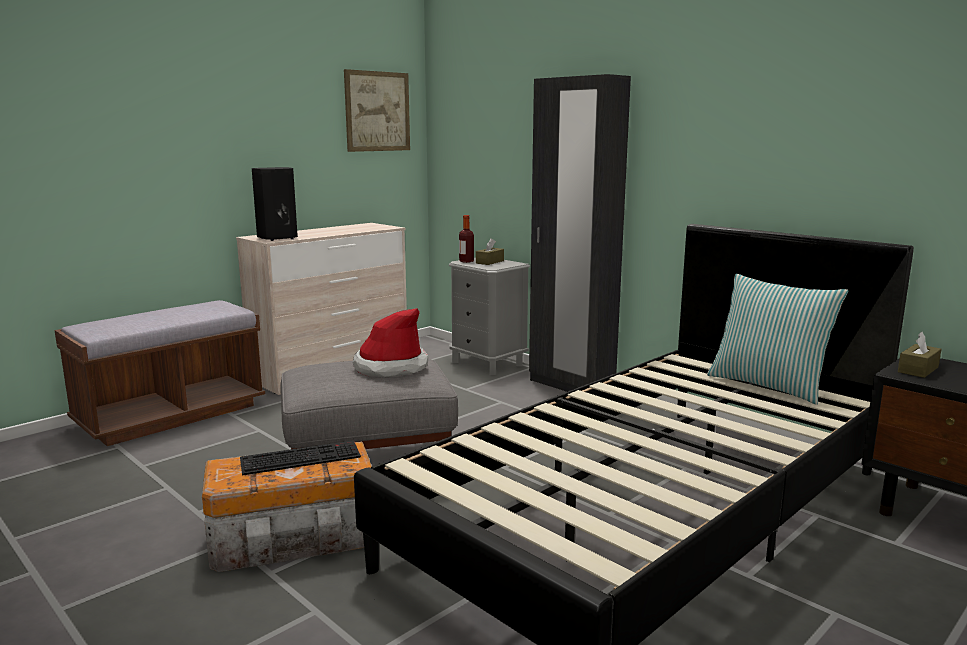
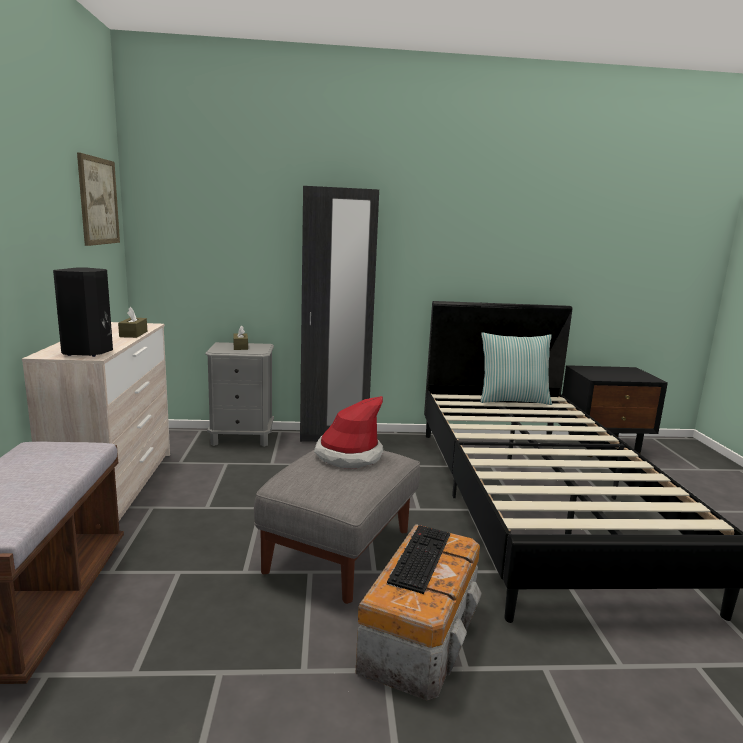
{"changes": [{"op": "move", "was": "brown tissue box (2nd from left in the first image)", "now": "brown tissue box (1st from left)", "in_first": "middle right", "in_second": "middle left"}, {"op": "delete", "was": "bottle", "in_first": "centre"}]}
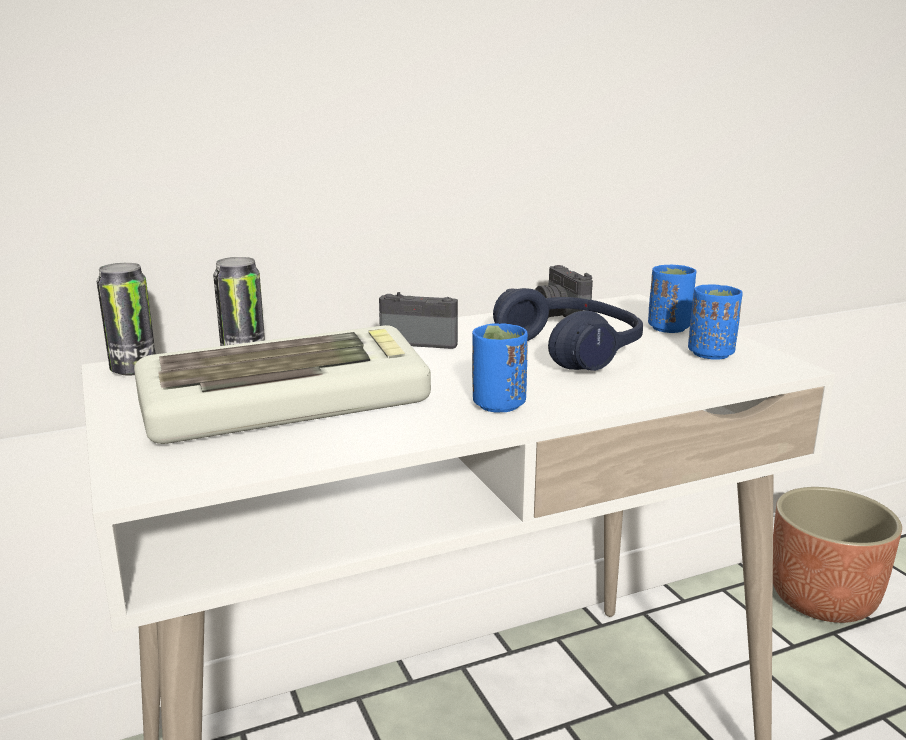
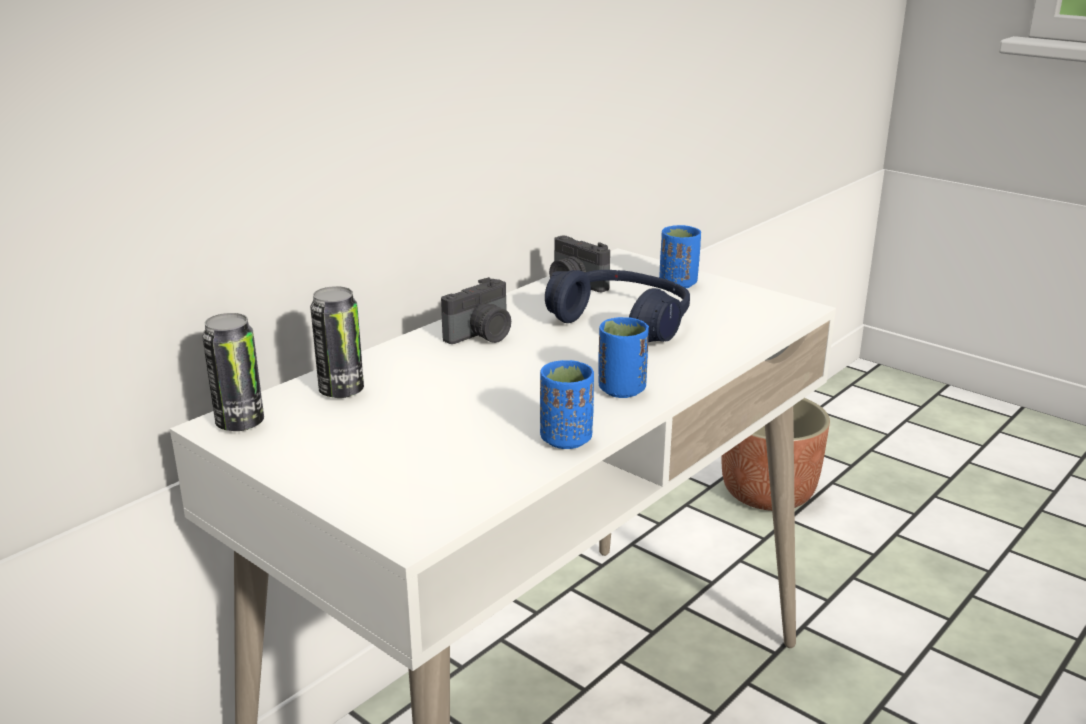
{"changes": [{"op": "rotate", "was": "photo camera (1st from left)", "in_first": "centre", "in_second": "centre", "clockwise": 150}, {"op": "move", "was": "blue cup (3rd from left in the first image)", "now": "blue cup (1st from left)", "in_first": "middle right", "in_second": "centre"}, {"op": "delete", "was": "keyboard", "in_first": "middle left"}]}
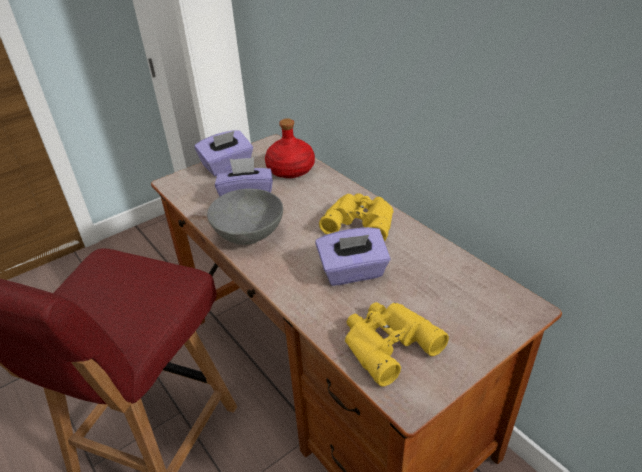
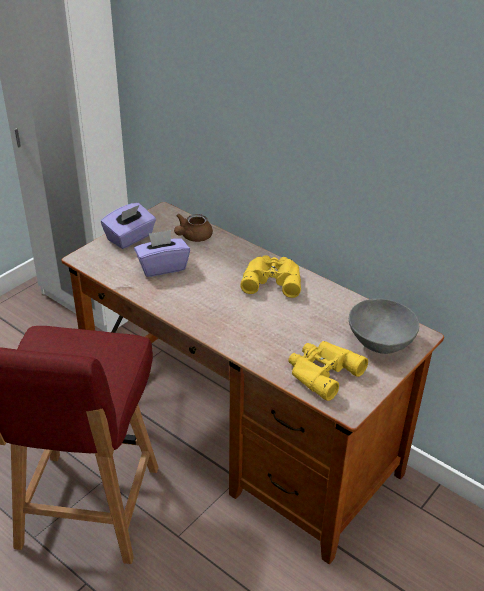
{"changes": [{"op": "replace", "was": "red bottle", "now": "brown teapot", "in_first": "top centre", "in_second": "centre"}, {"op": "move", "was": "grey bowl", "in_first": "centre", "in_second": "middle right"}, {"op": "delete", "was": "purple tissue box (3rd from left)", "in_first": "centre"}]}
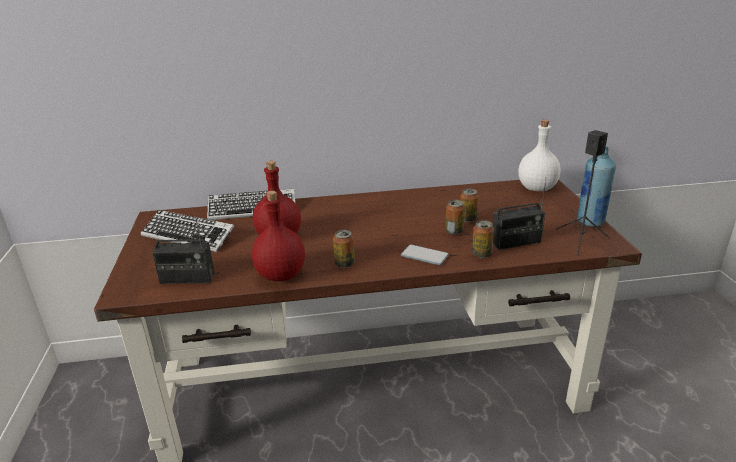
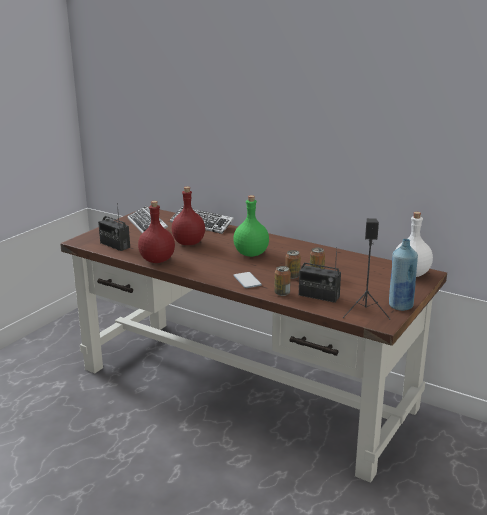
{"changes": [{"op": "insert", "now": "green bottle", "in_second": "centre"}, {"op": "delete", "was": "can (1st from left)", "in_first": "centre"}]}
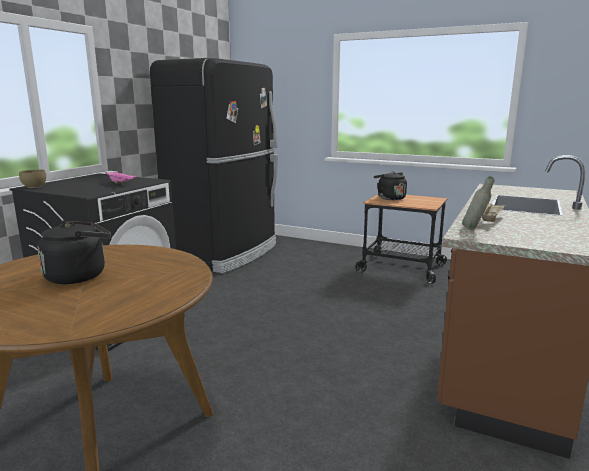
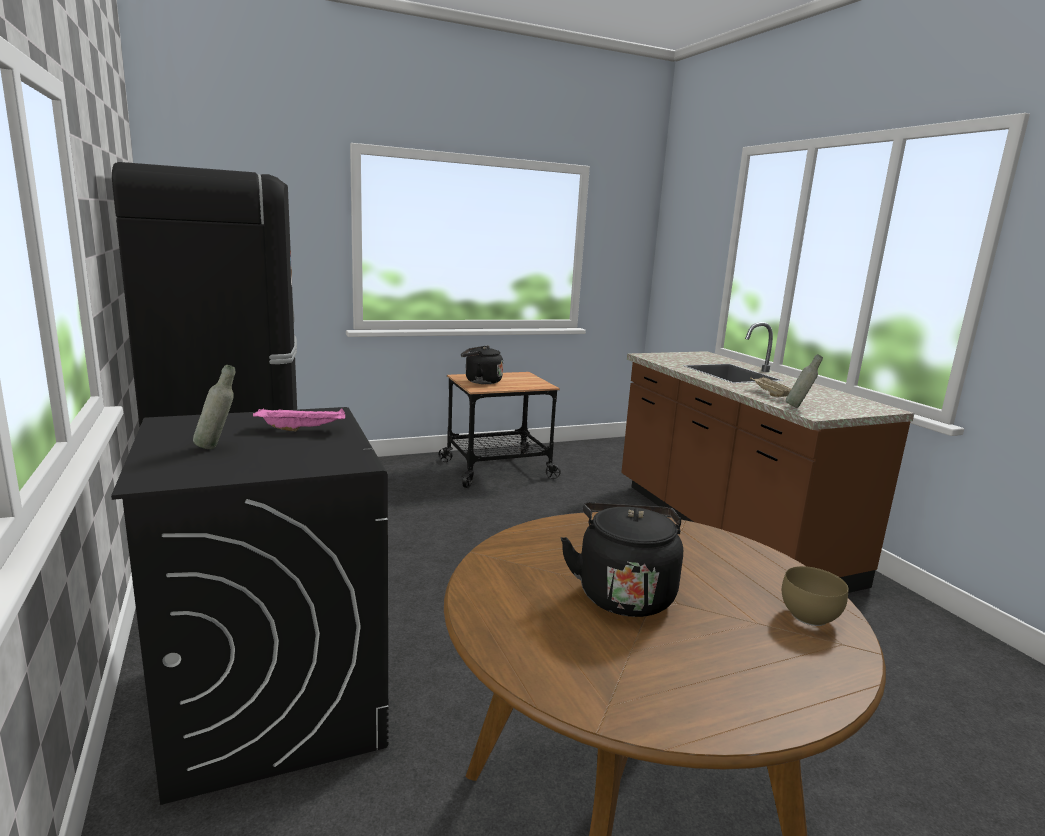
{"changes": [{"op": "insert", "now": "grey bottle (1st from left)", "in_second": "middle left"}, {"op": "move", "was": "brown bowl", "in_first": "middle left", "in_second": "bottom right"}]}
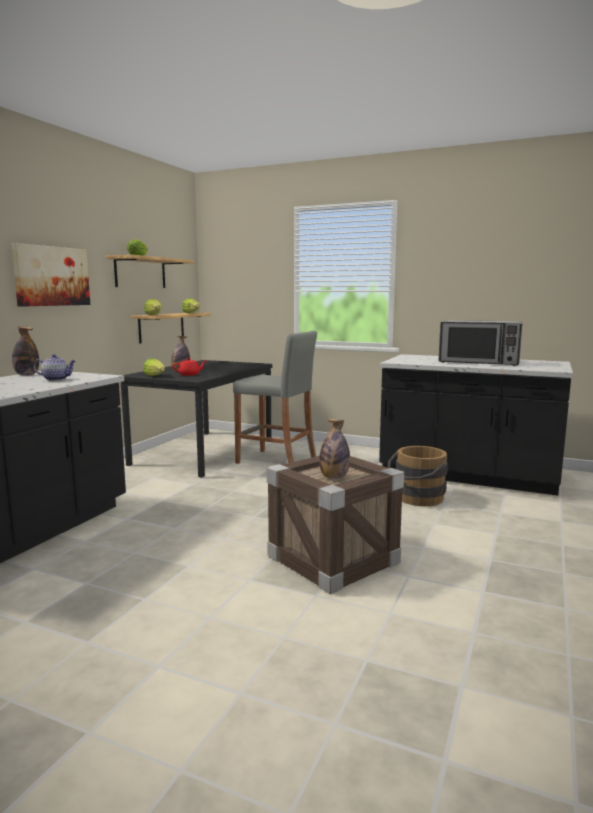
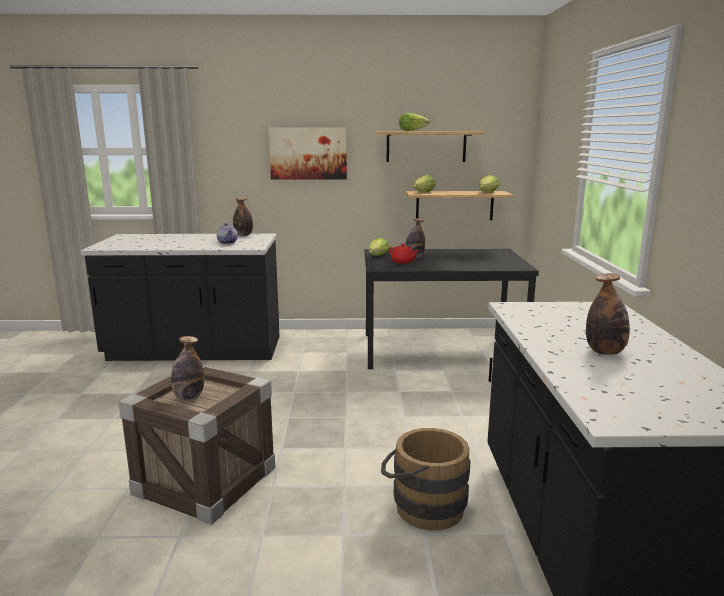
{"changes": [{"op": "replace", "was": "microwave", "now": "bottle (4th from left)", "in_first": "middle right", "in_second": "middle right"}, {"op": "delete", "was": "grey stool", "in_first": "centre"}]}
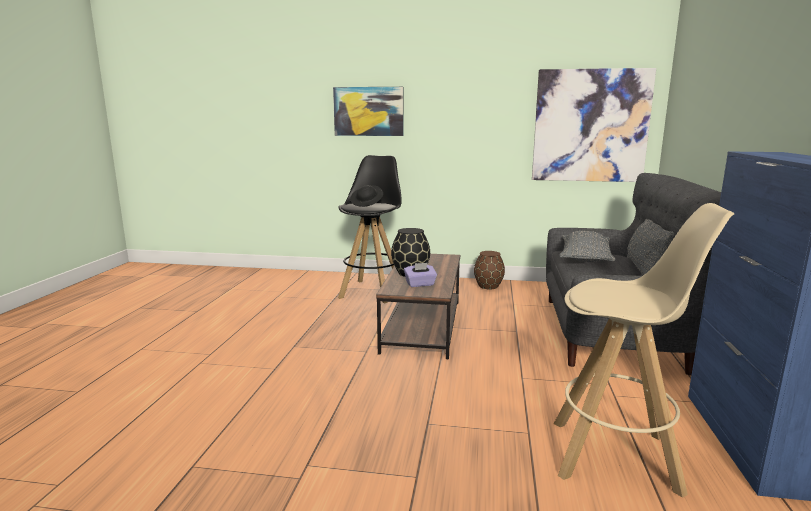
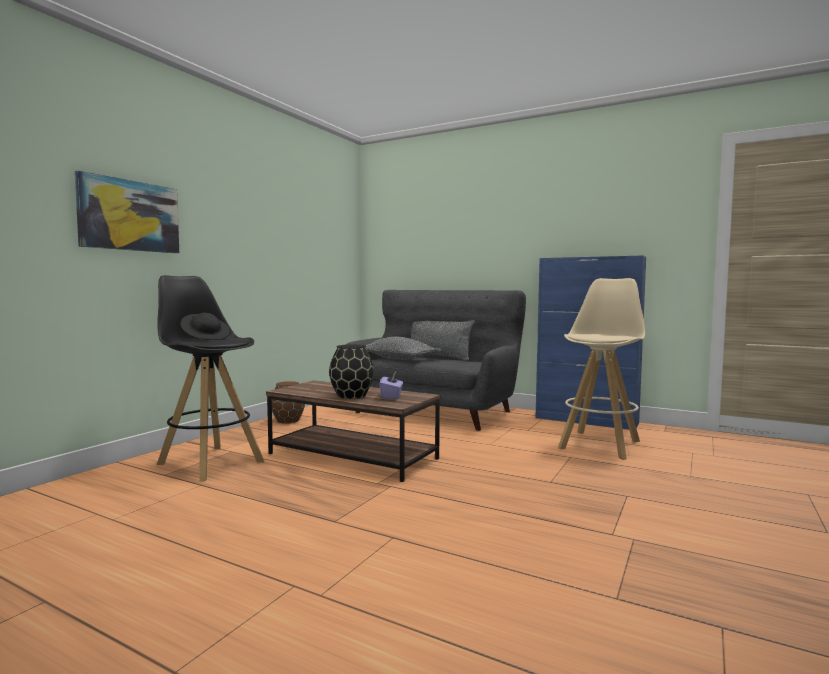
{"changes": [{"op": "delete", "was": "picture (2nd from left)", "in_first": "top right"}]}
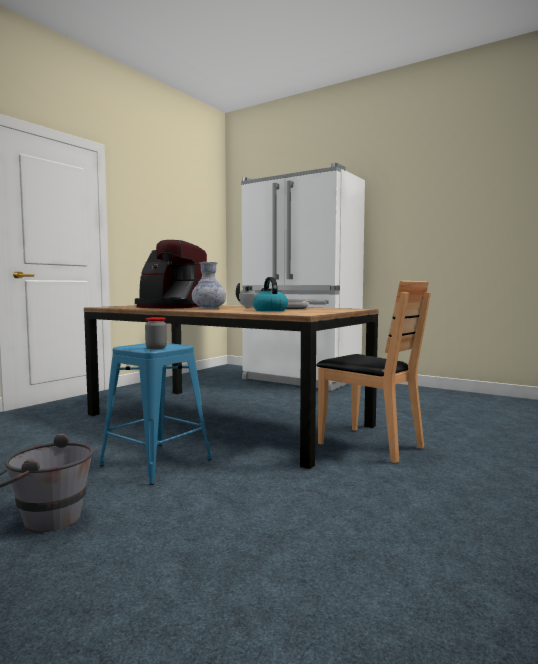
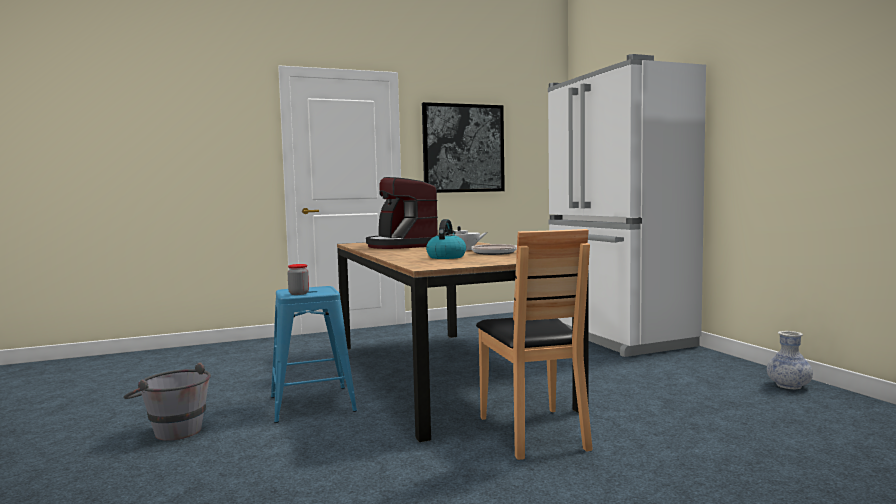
{"changes": [{"op": "insert", "now": "picture", "in_second": "top centre"}, {"op": "move", "was": "vase", "in_first": "centre", "in_second": "bottom right"}]}
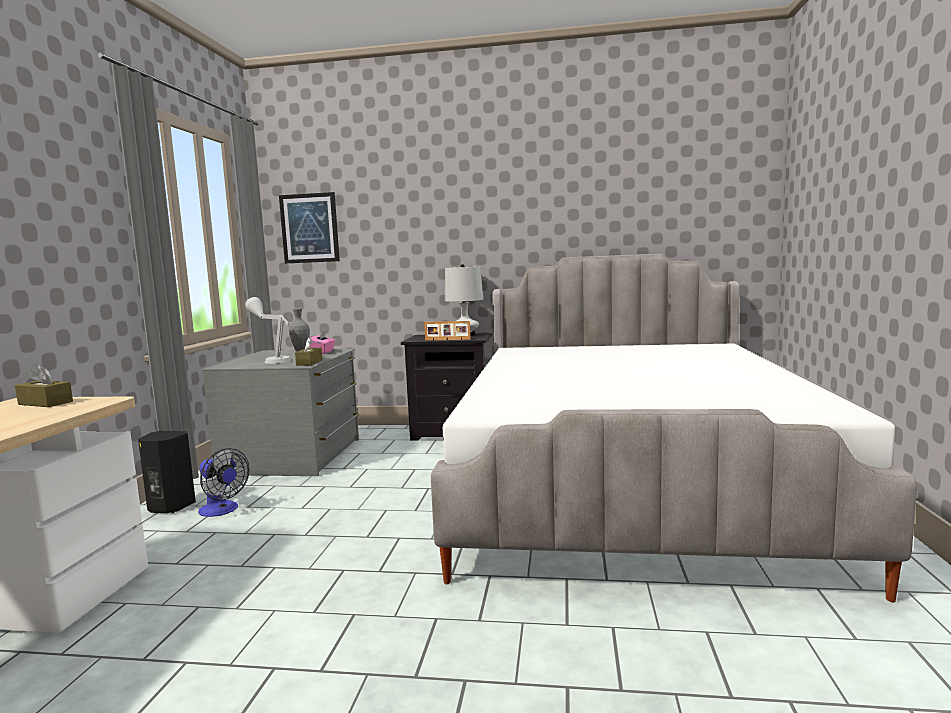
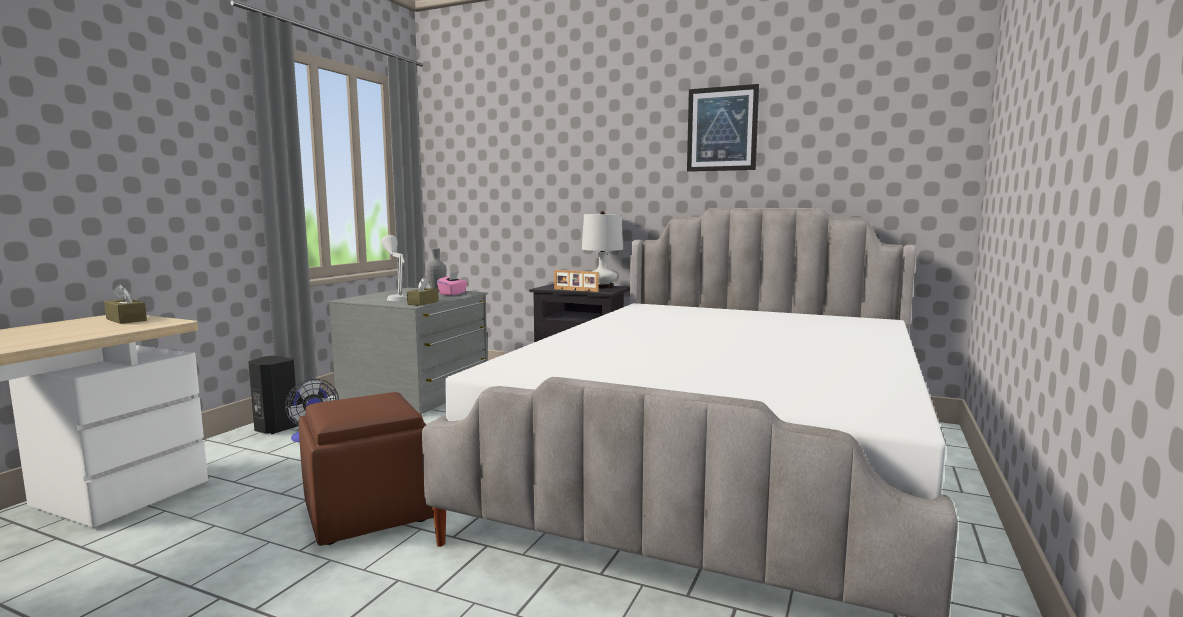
{"changes": [{"op": "insert", "now": "brown ottoman", "in_second": "bottom left"}, {"op": "move", "was": "picture", "in_first": "top left", "in_second": "top centre"}]}
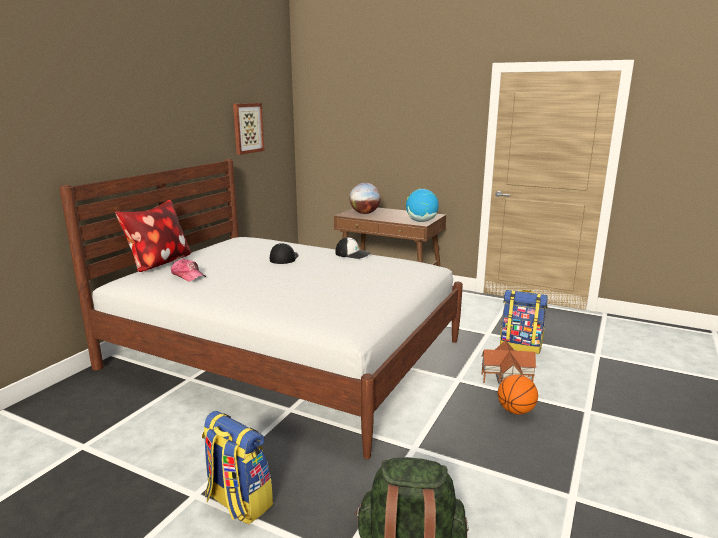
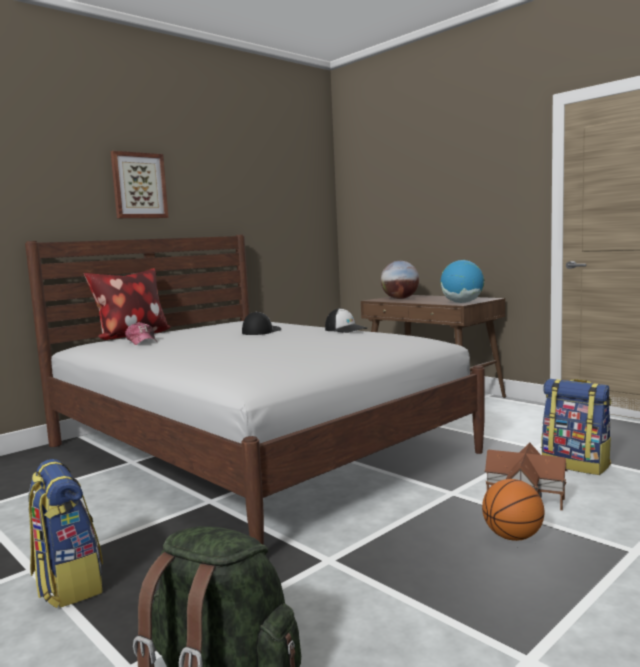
{"changes": [{"op": "move", "was": "picture", "in_first": "top centre", "in_second": "top left"}]}
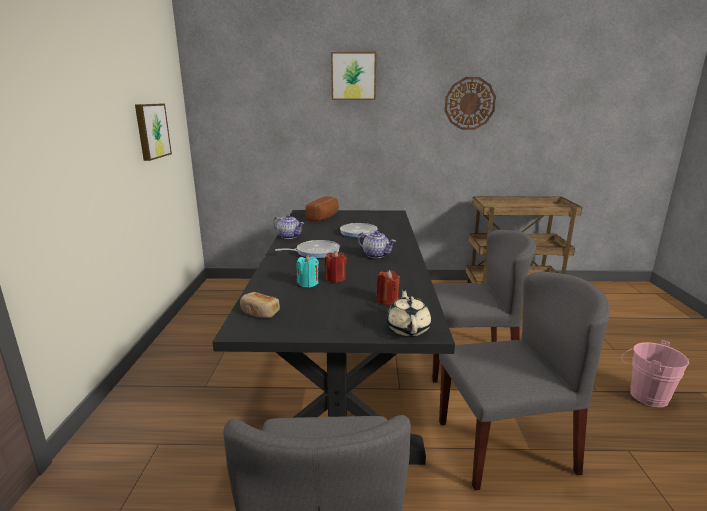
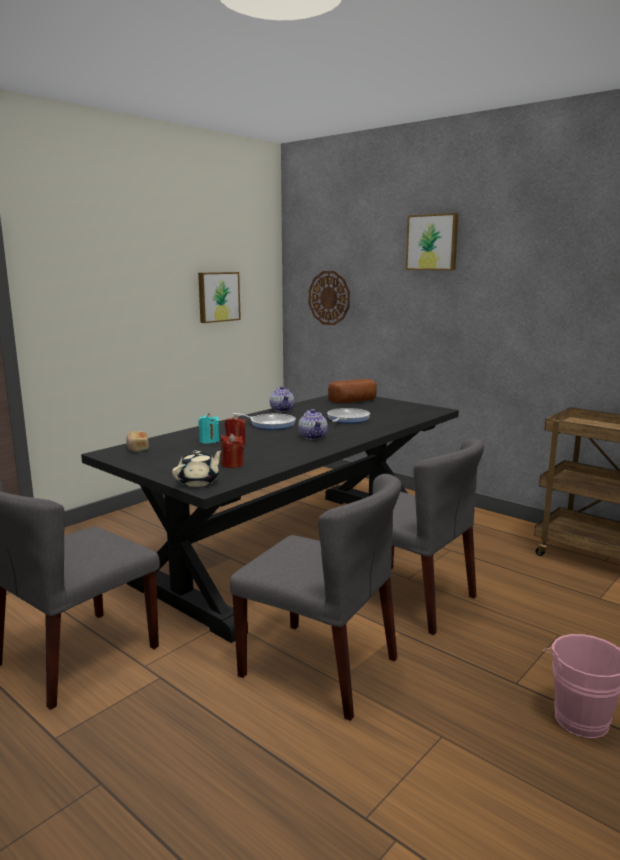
{"changes": [{"op": "move", "was": "wall clock", "in_first": "top centre", "in_second": "centre"}]}
